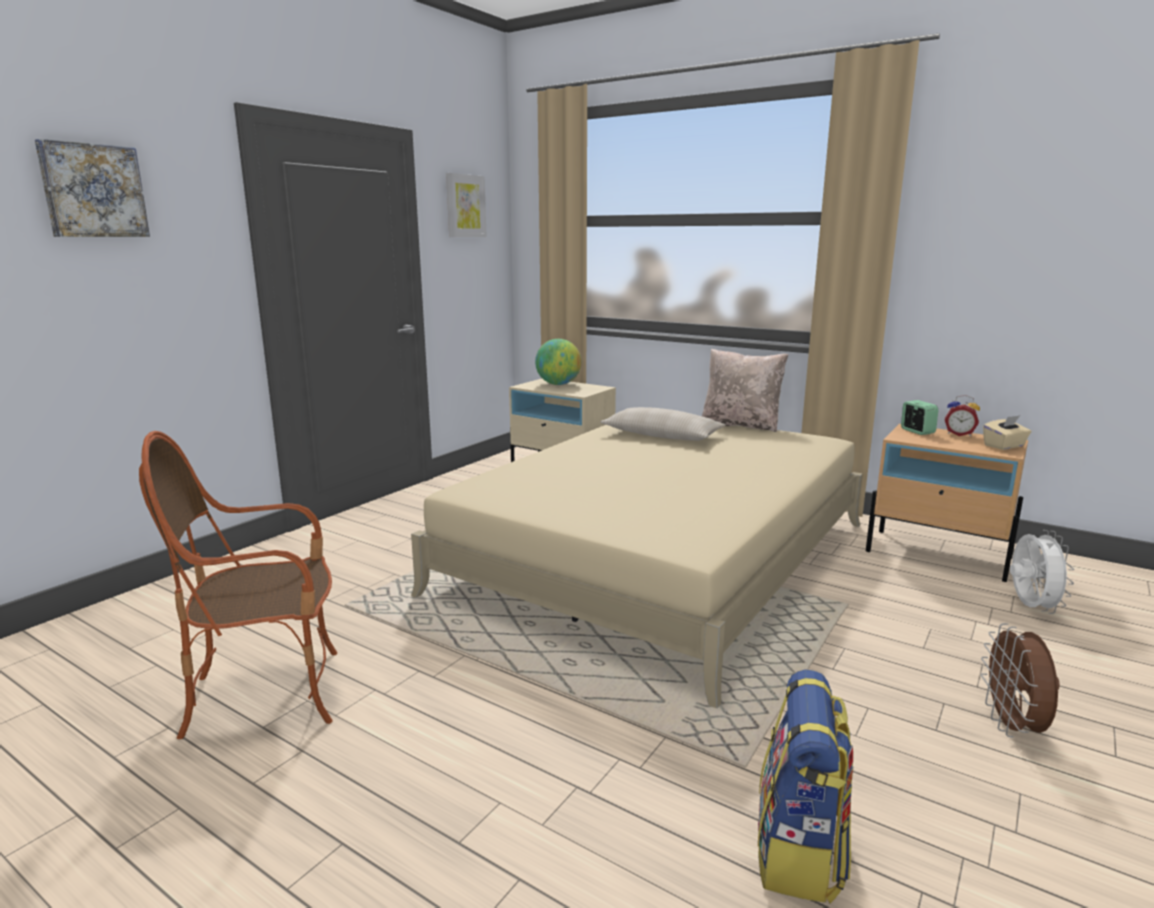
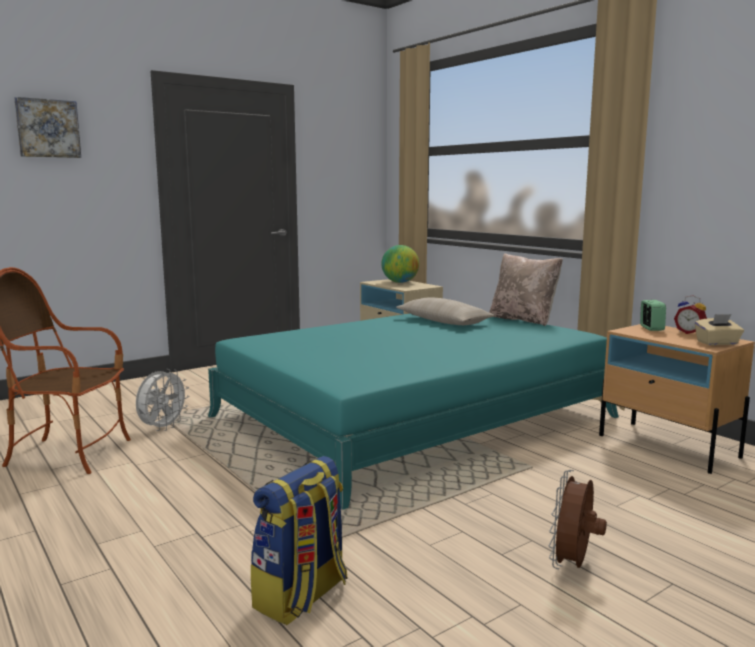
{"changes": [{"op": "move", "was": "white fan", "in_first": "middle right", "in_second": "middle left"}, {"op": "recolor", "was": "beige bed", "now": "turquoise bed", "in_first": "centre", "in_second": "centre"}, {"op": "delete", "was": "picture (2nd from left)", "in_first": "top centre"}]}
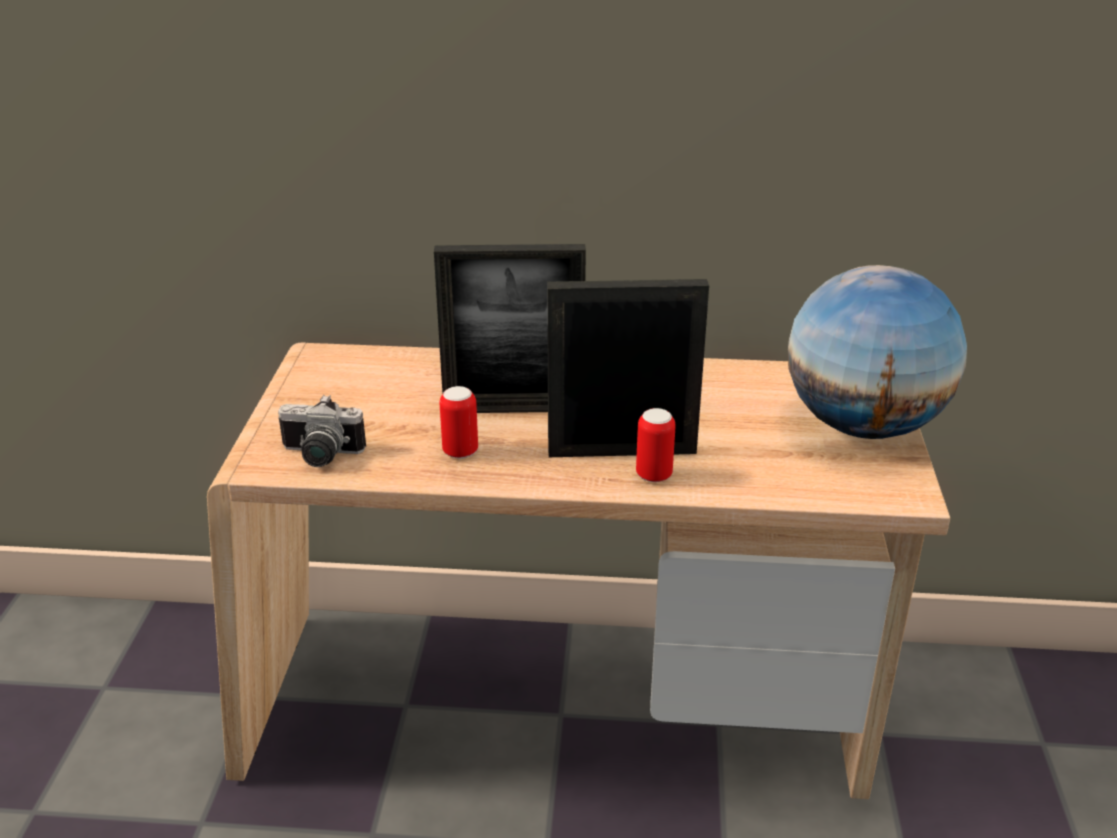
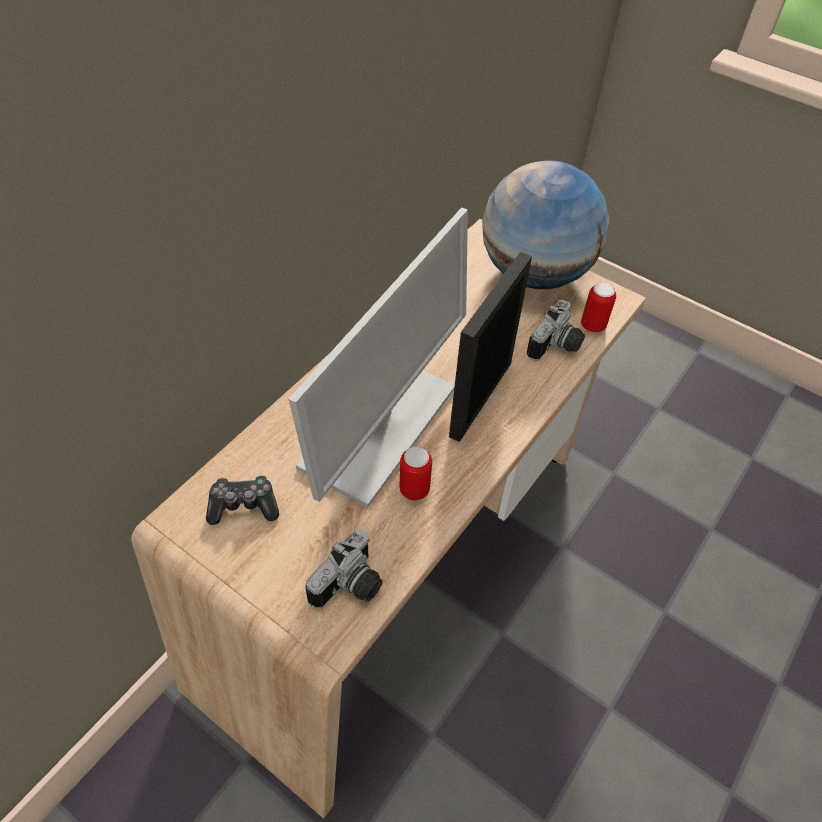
{"changes": [{"op": "insert", "now": "game controller", "in_second": "middle left"}, {"op": "replace", "was": "picture frame (1st from left)", "now": "monitor", "in_first": "centre", "in_second": "centre"}, {"op": "insert", "now": "photo camera (2nd from left)", "in_second": "middle right"}, {"op": "move", "was": "can (2nd from left)", "in_first": "centre", "in_second": "middle right"}]}
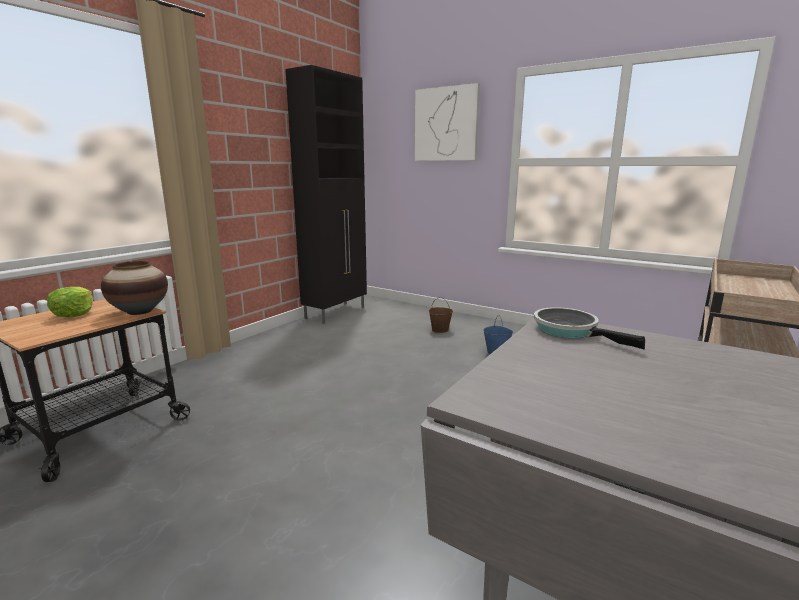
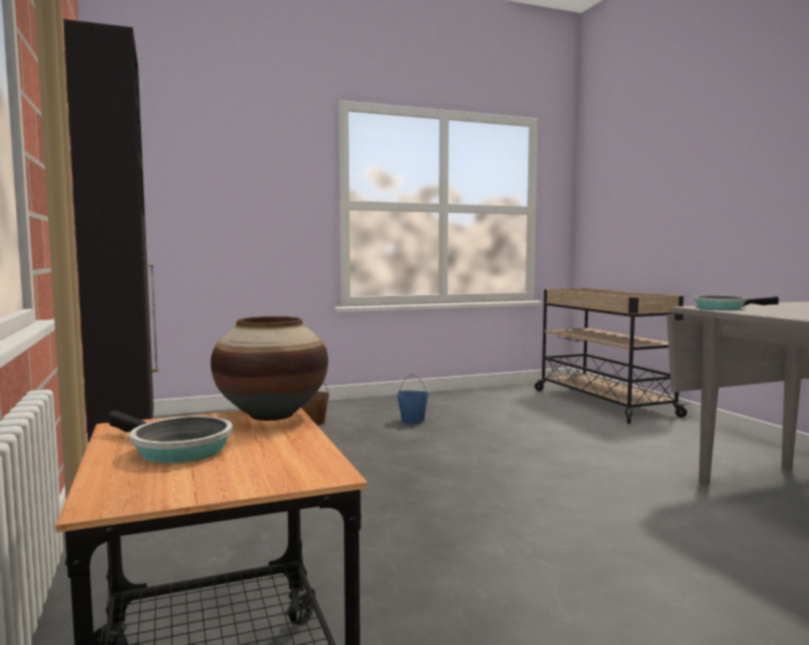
{"changes": [{"op": "replace", "was": "lettuce", "now": "frying pan (1st from left)", "in_first": "middle left", "in_second": "bottom left"}, {"op": "delete", "was": "picture", "in_first": "top centre"}]}
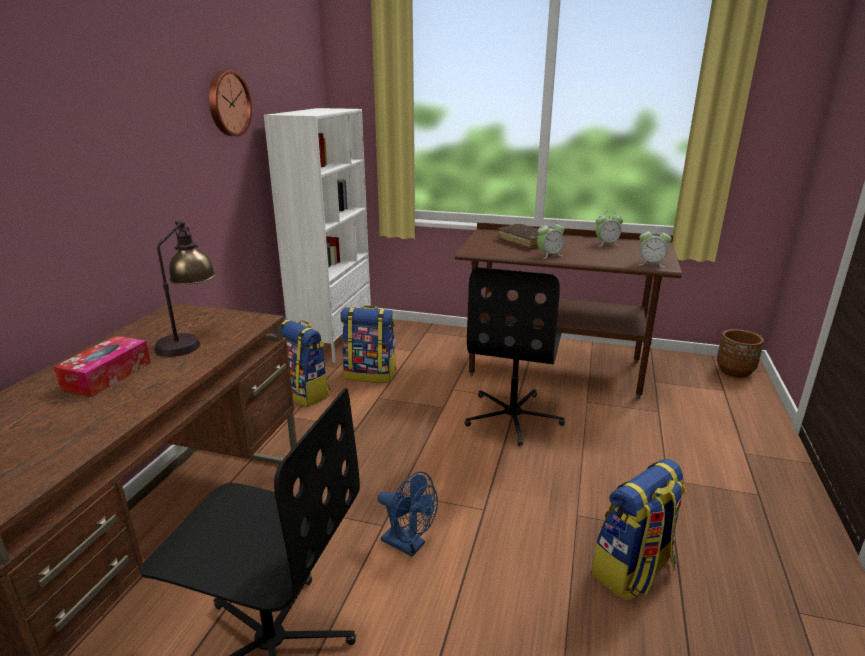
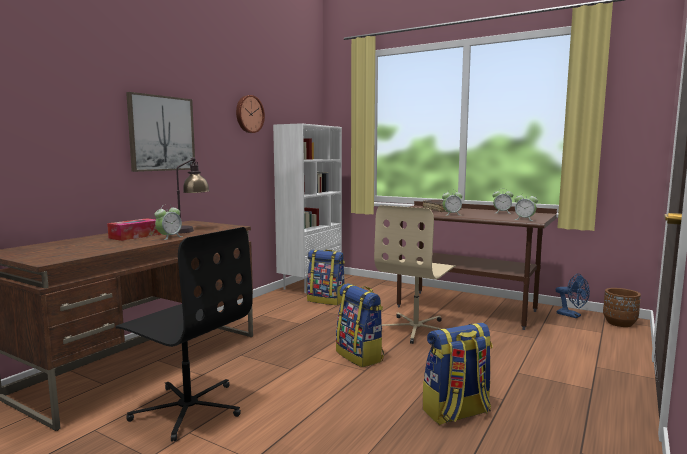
{"changes": [{"op": "insert", "now": "picture", "in_second": "top left"}, {"op": "insert", "now": "alarm clock (1st from left)", "in_second": "middle left"}, {"op": "move", "was": "backpack (1st from left in the first image)", "now": "backpack (2nd from left)", "in_first": "centre", "in_second": "bottom centre"}, {"op": "recolor", "was": "black office chair (2nd from left)", "now": "beige office chair", "in_first": "centre", "in_second": "centre"}, {"op": "move", "was": "blue fan", "in_first": "bottom centre", "in_second": "middle right"}]}
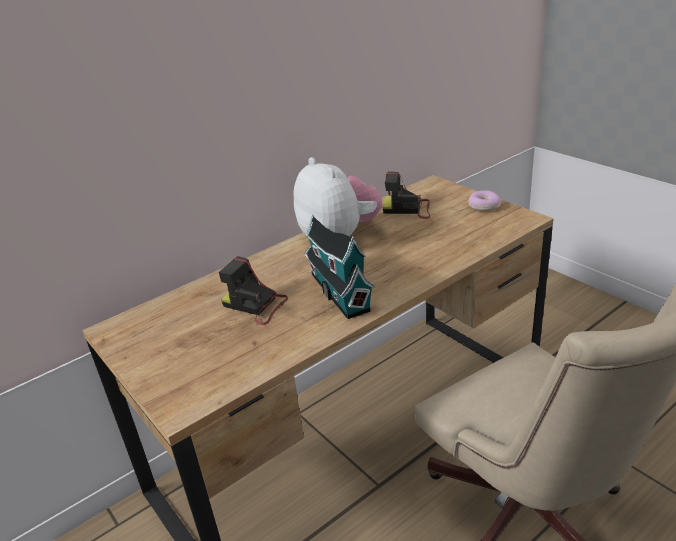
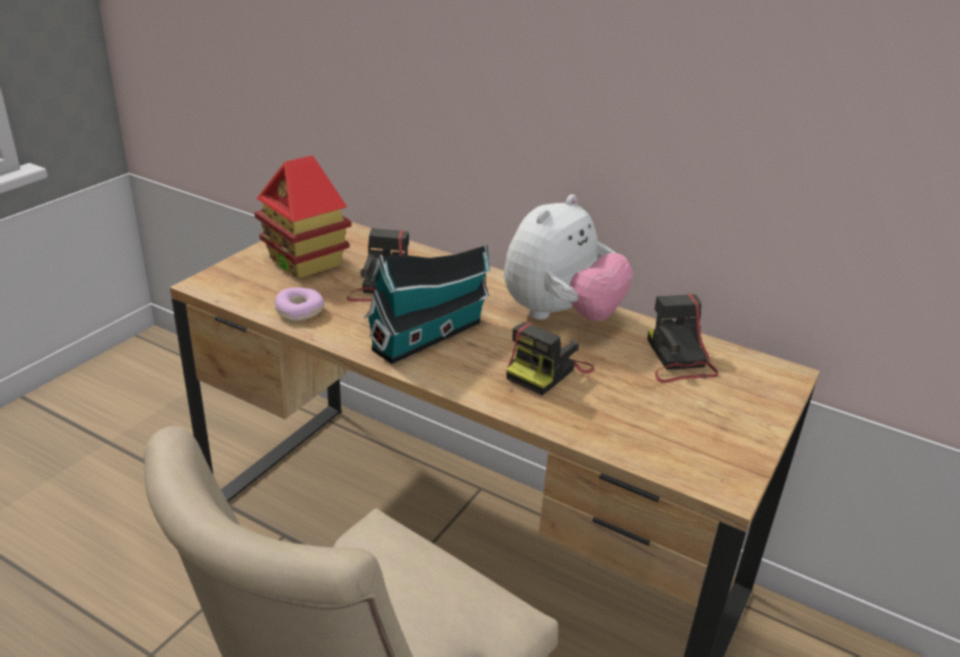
{"changes": [{"op": "insert", "now": "toy house (1st from left)", "in_second": "top left"}, {"op": "move", "was": "donut", "in_first": "middle right", "in_second": "middle left"}, {"op": "insert", "now": "photo camera (2nd from left)", "in_second": "centre"}]}
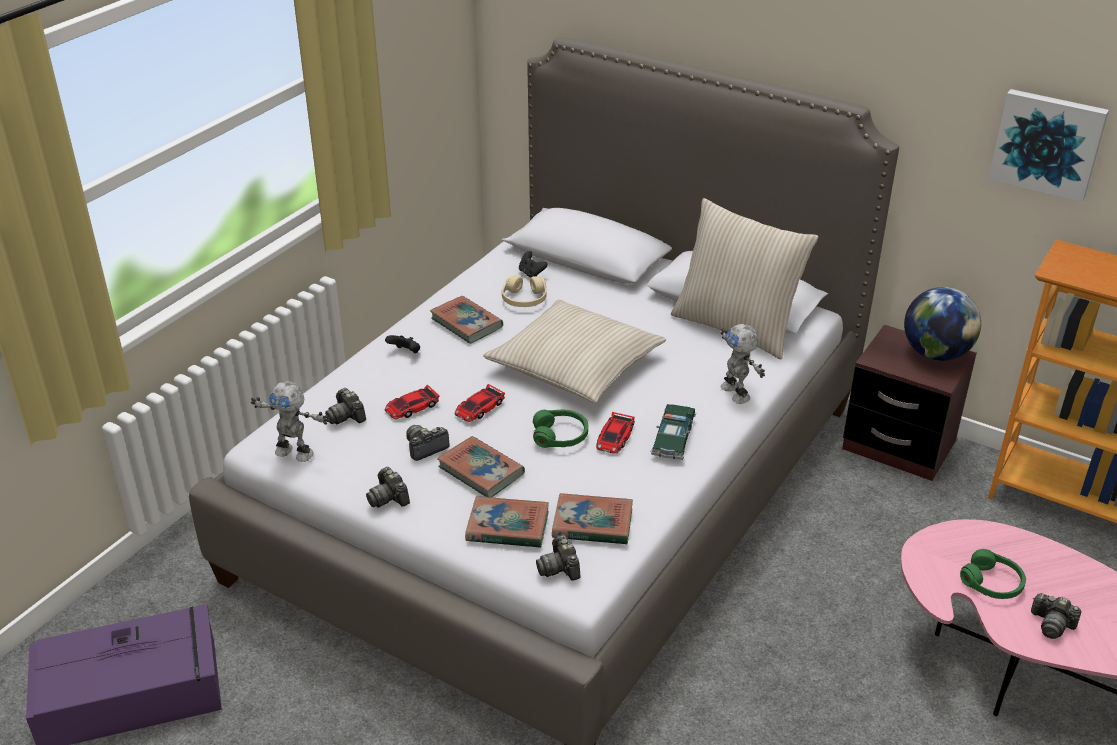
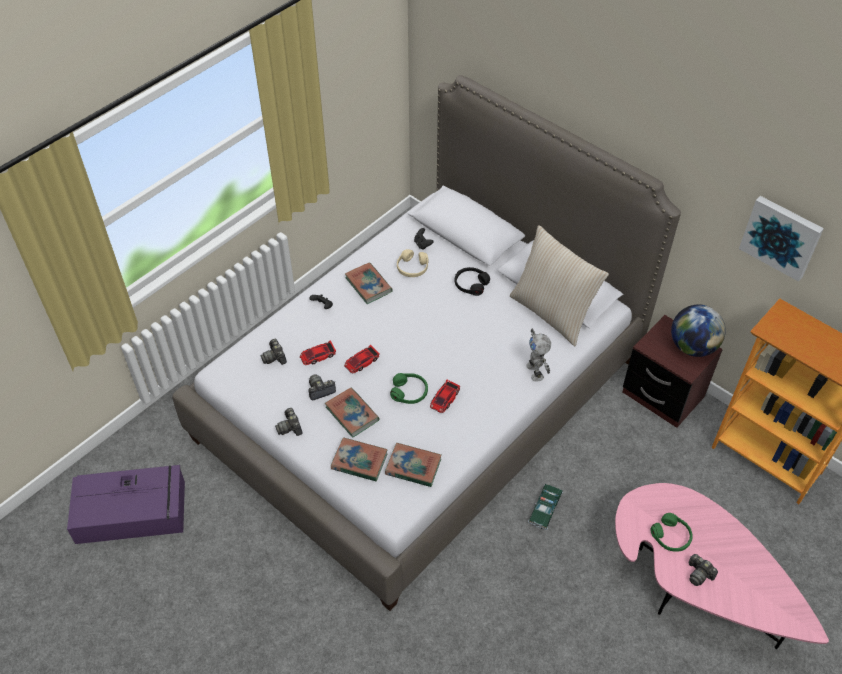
{"changes": [{"op": "insert", "now": "black headphones", "in_second": "centre"}, {"op": "move", "was": "toy car (4th from left)", "in_first": "centre", "in_second": "bottom centre"}, {"op": "delete", "was": "toy robot (1st from left)", "in_first": "middle left"}, {"op": "delete", "was": "beige pillow (1st from left)", "in_first": "centre"}, {"op": "delete", "was": "photo camera (4th from left)", "in_first": "bottom centre"}]}
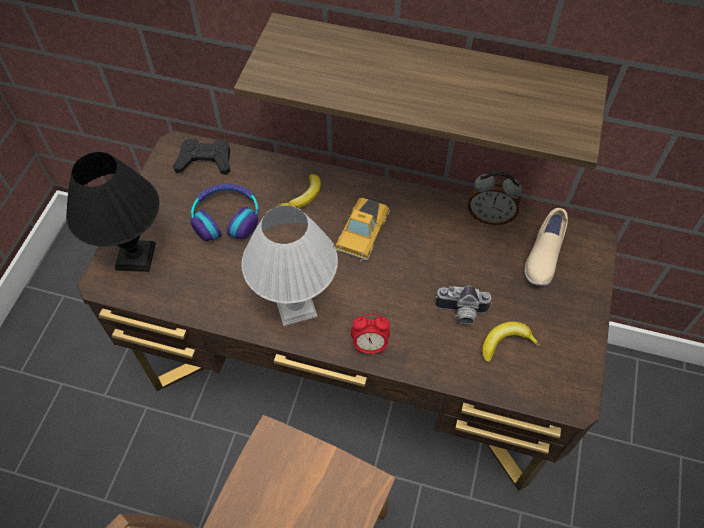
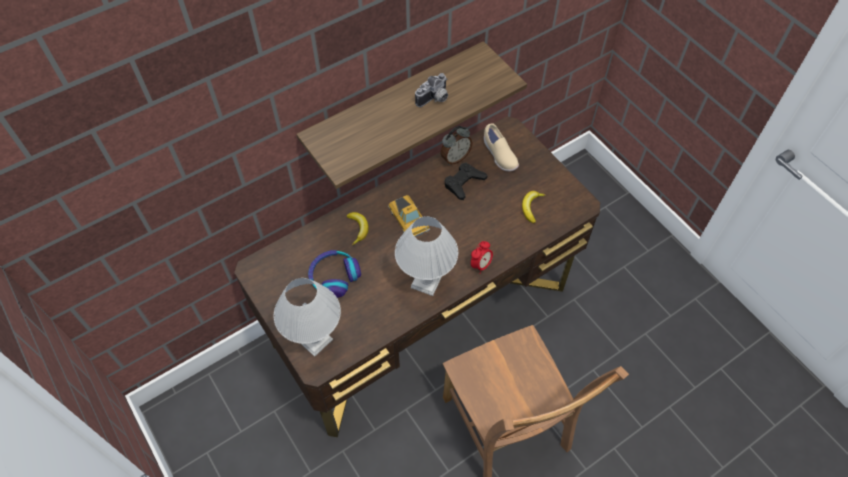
{"changes": [{"op": "recolor", "was": "black table lamp", "now": "white table lamp (1st from left)", "in_first": "middle left", "in_second": "centre"}, {"op": "move", "was": "photo camera", "in_first": "centre", "in_second": "top centre"}, {"op": "move", "was": "black game controller", "in_first": "top left", "in_second": "centre"}]}
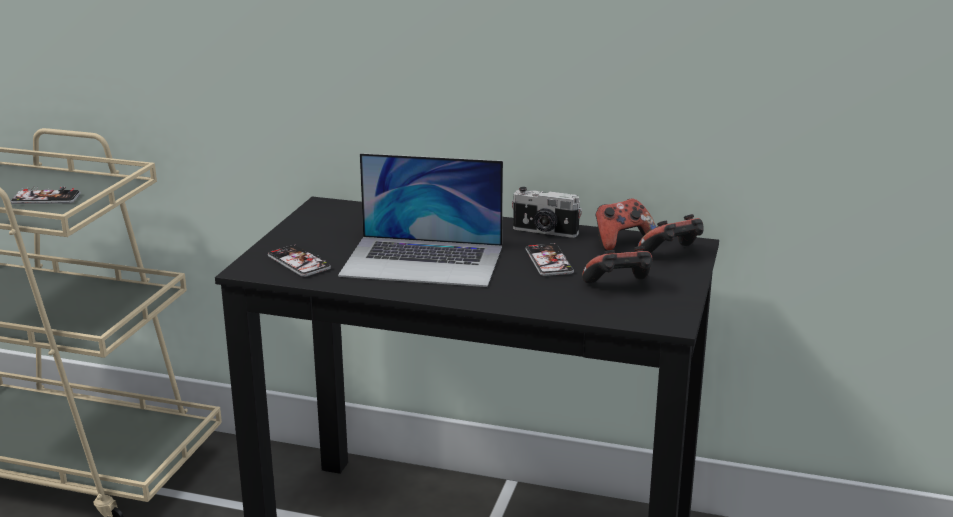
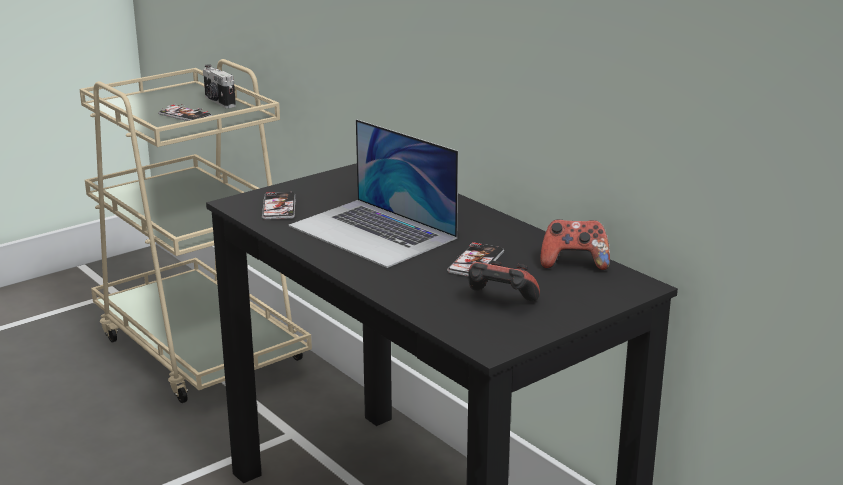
{"changes": [{"op": "move", "was": "photo camera", "in_first": "centre", "in_second": "top left"}, {"op": "delete", "was": "game controller (3rd from left)", "in_first": "middle right"}]}
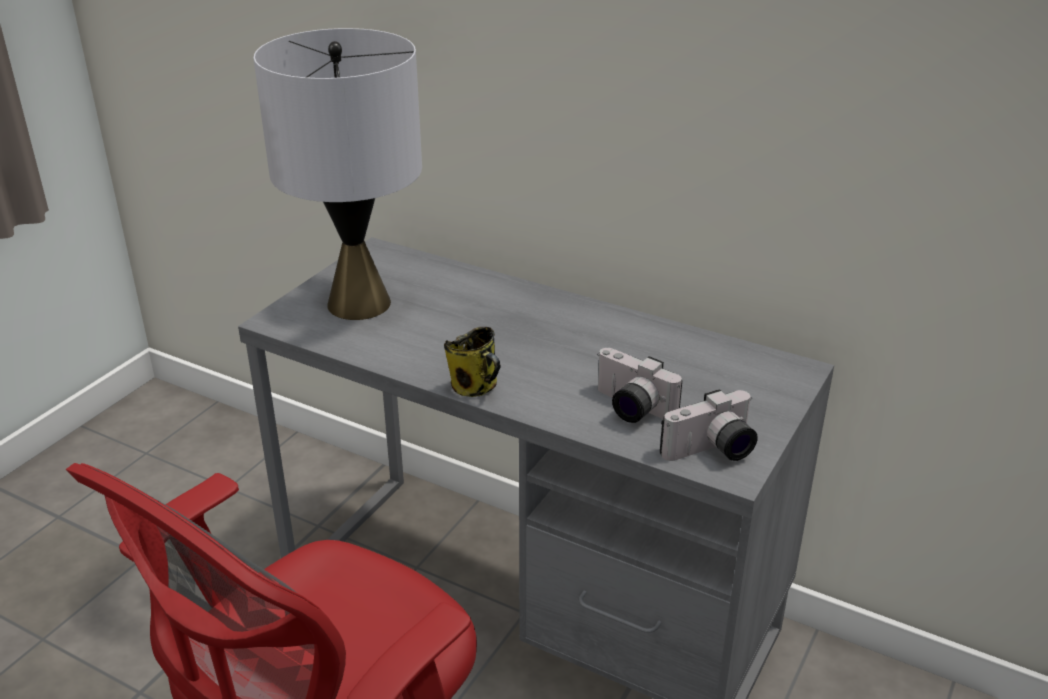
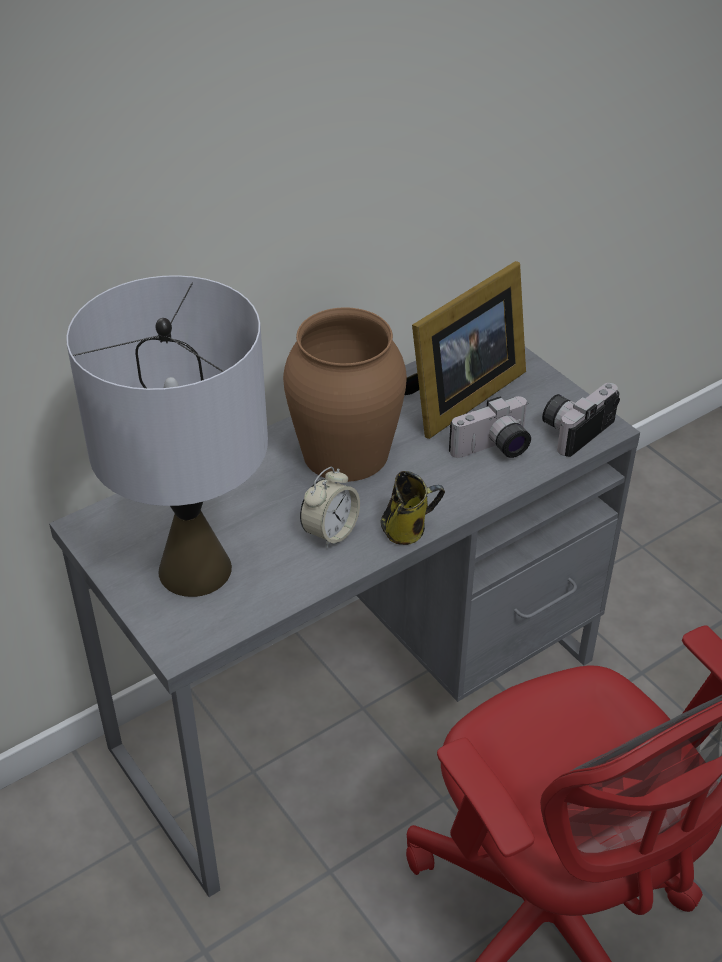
{"changes": [{"op": "insert", "now": "brown vase", "in_second": "centre"}, {"op": "insert", "now": "alarm clock", "in_second": "centre"}, {"op": "insert", "now": "picture frame", "in_second": "centre"}, {"op": "rotate", "was": "photo camera (2nd from left)", "in_first": "middle right", "in_second": "middle right", "clockwise": -135}]}
